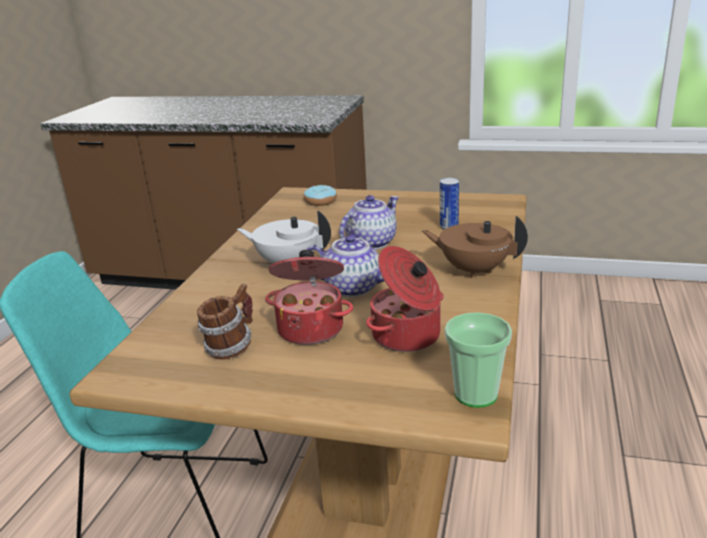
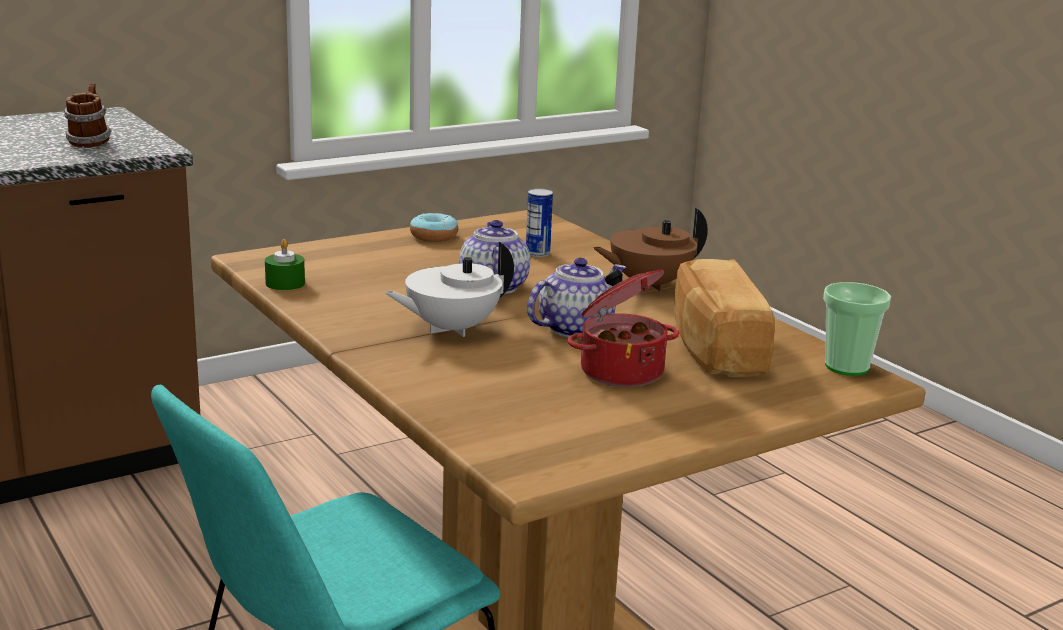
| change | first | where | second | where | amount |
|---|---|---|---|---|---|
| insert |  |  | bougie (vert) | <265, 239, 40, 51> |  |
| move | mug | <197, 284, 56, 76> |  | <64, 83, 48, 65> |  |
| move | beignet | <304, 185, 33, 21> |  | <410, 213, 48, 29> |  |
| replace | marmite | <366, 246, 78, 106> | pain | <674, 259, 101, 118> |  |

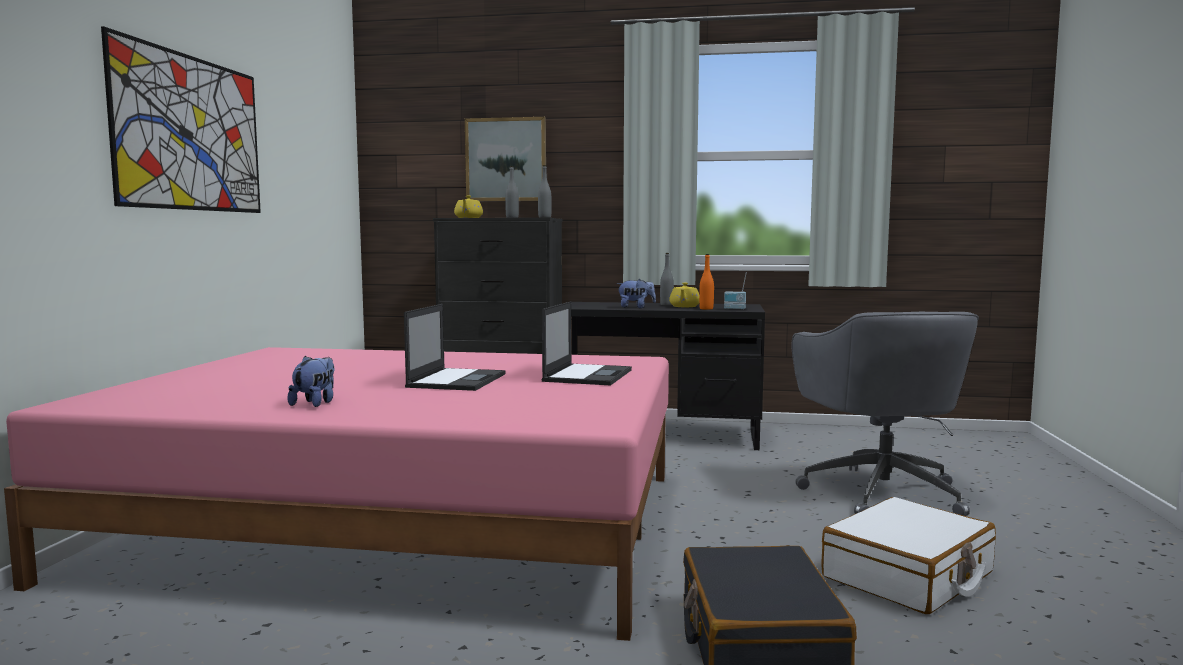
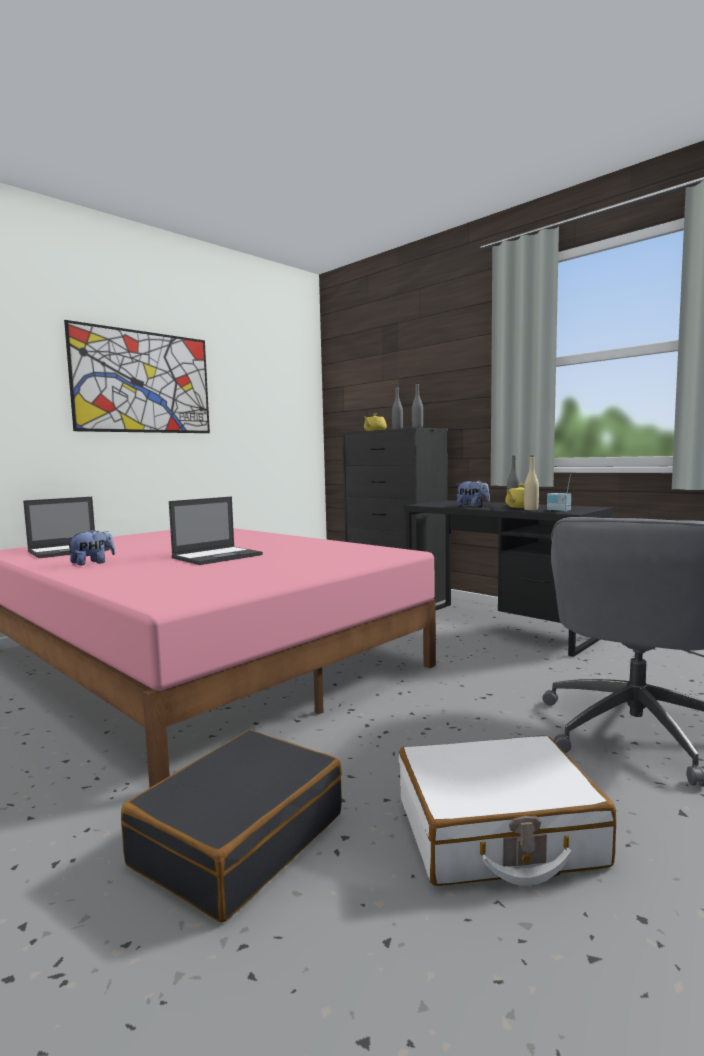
| change | first | where | second | where | amount |
|---|---|---|---|---|---|
| delete | tableau | <465, 117, 81, 84> |  |  |  |
| move | ordinateur portable | <542, 301, 90, 84> |  | <23, 497, 87, 61> |  |
| recolor | bouteille (orange) | <699, 254, 15, 56> | bouteille (beige) | <524, 456, 15, 54> |  |

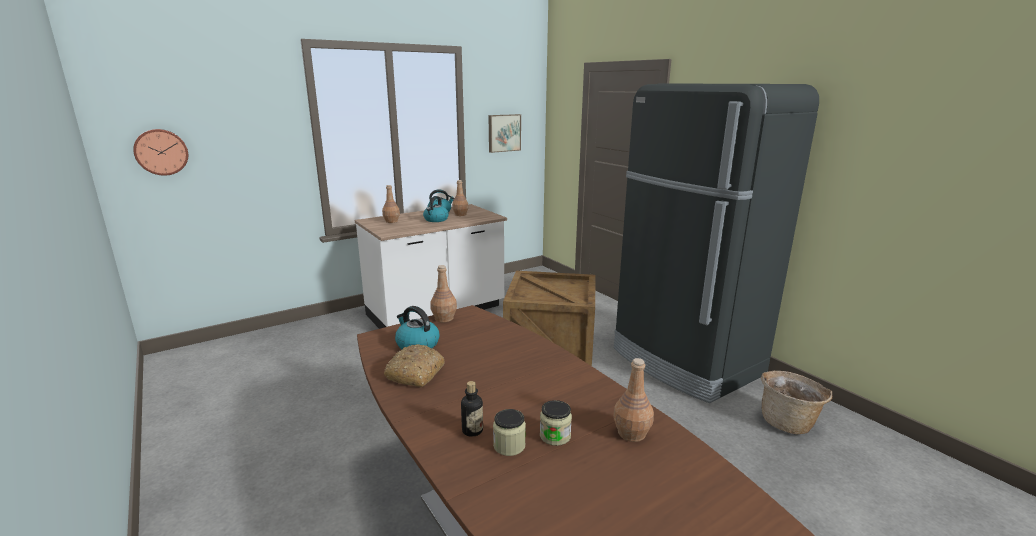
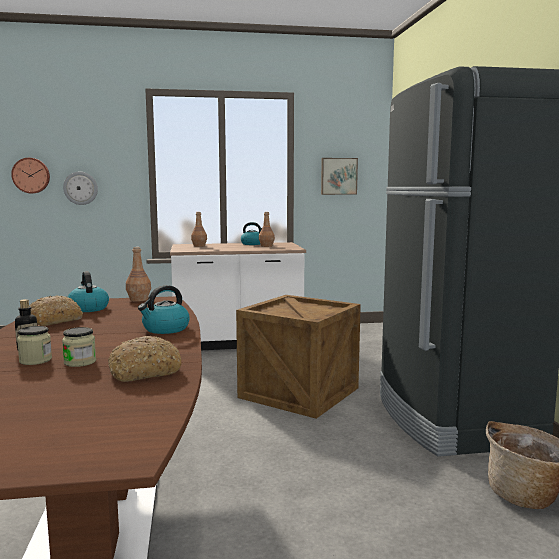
| change | first | where | second | where | amount |
|---|---|---|---|---|---|
| insert |  |  | horloge murale | <63, 172, 35, 33> |  |
| move | bouilloire | <423, 196, 26, 26> |  | <138, 285, 52, 49> |  |
| replace | bouteille (marron) | <613, 358, 41, 84> | pain | <108, 336, 74, 46> |  |

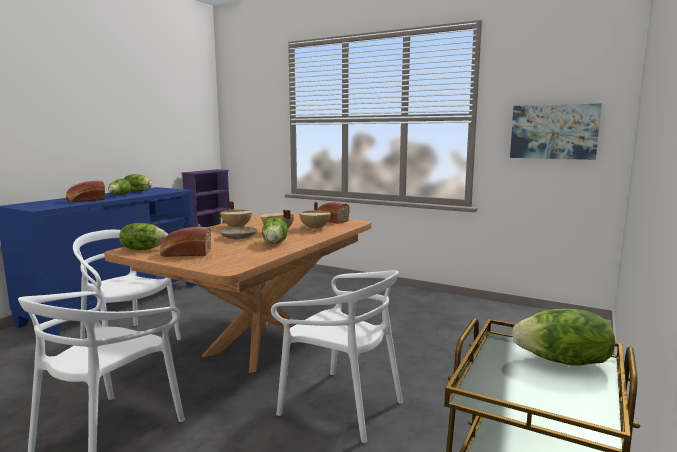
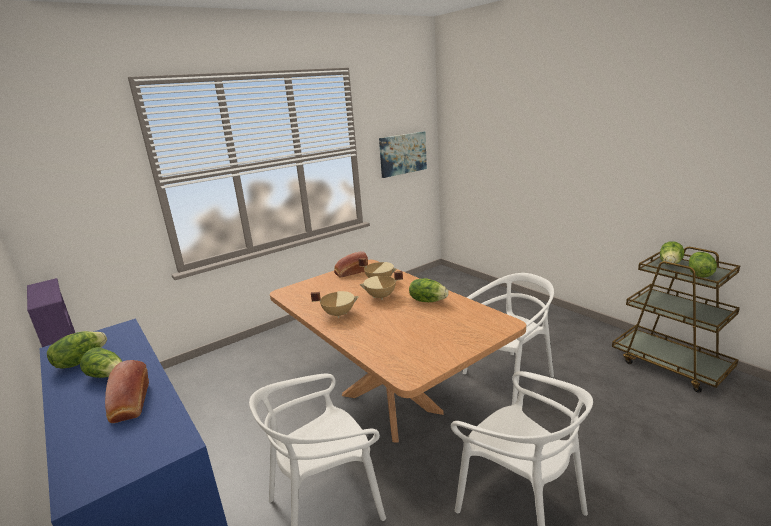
| change | first | where | second | where | amount |
|---|---|---|---|---|---|
| delete | pain | <160, 227, 51, 30> |  |  |  |
| delete | assiette (beige) | <220, 227, 37, 12> |  |  |  |
| move | laitue | <119, 223, 49, 27> |  | <689, 252, 28, 26> |  |

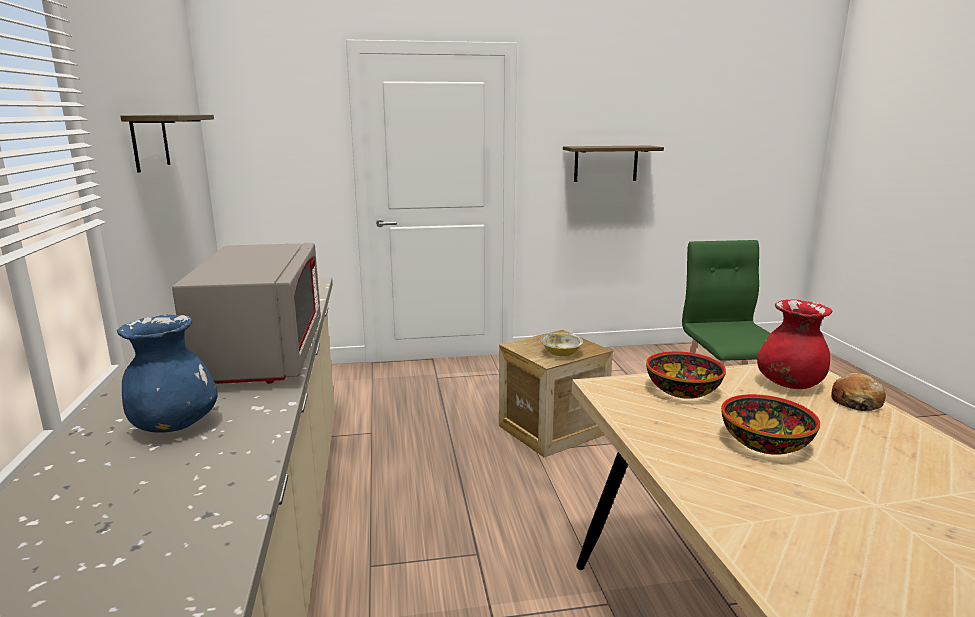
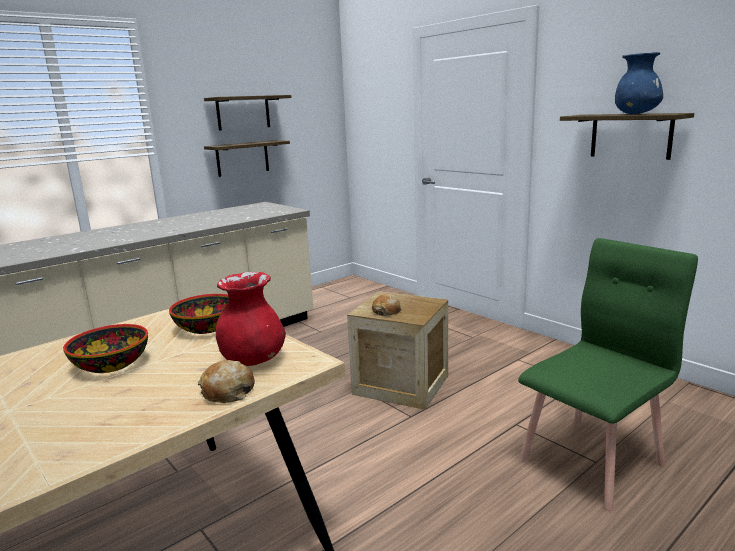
| change | first | where | second | where | amount |
|---|---|---|---|---|---|
| delete | micro-ondes (gris) | <172, 243, 149, 141> |  |  |  |
| insert |  |  | étagère | <204, 140, 86, 37> |  |
| move | vase (bleu) | <117, 315, 101, 118> |  | <615, 52, 48, 62> |  |
| replace | bol | <541, 332, 42, 24> | pain | <372, 294, 30, 22> |  |

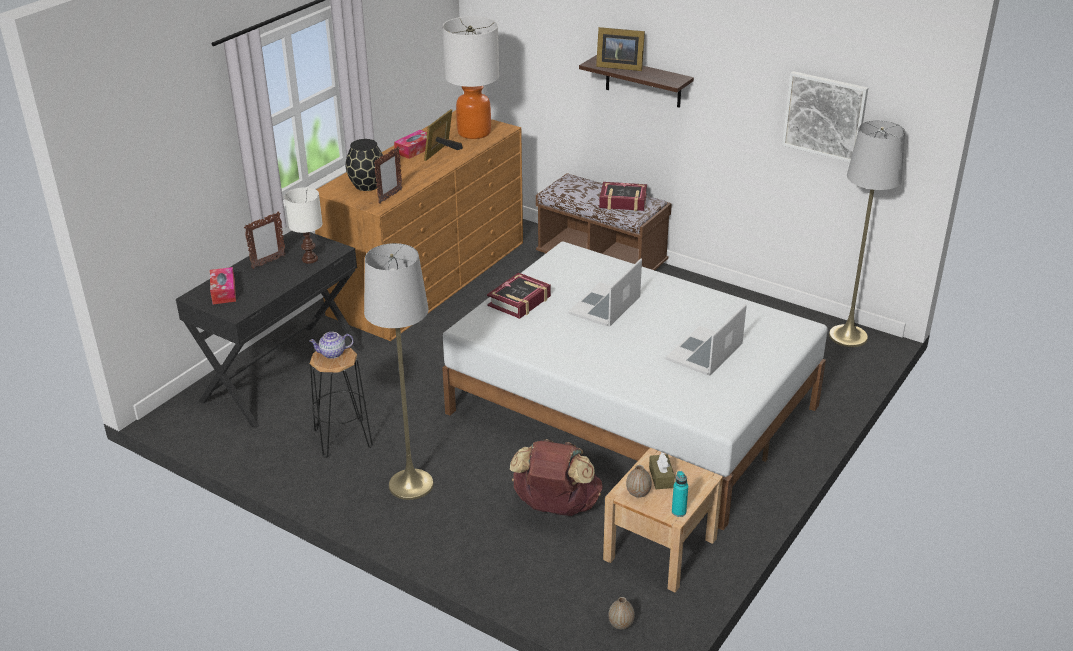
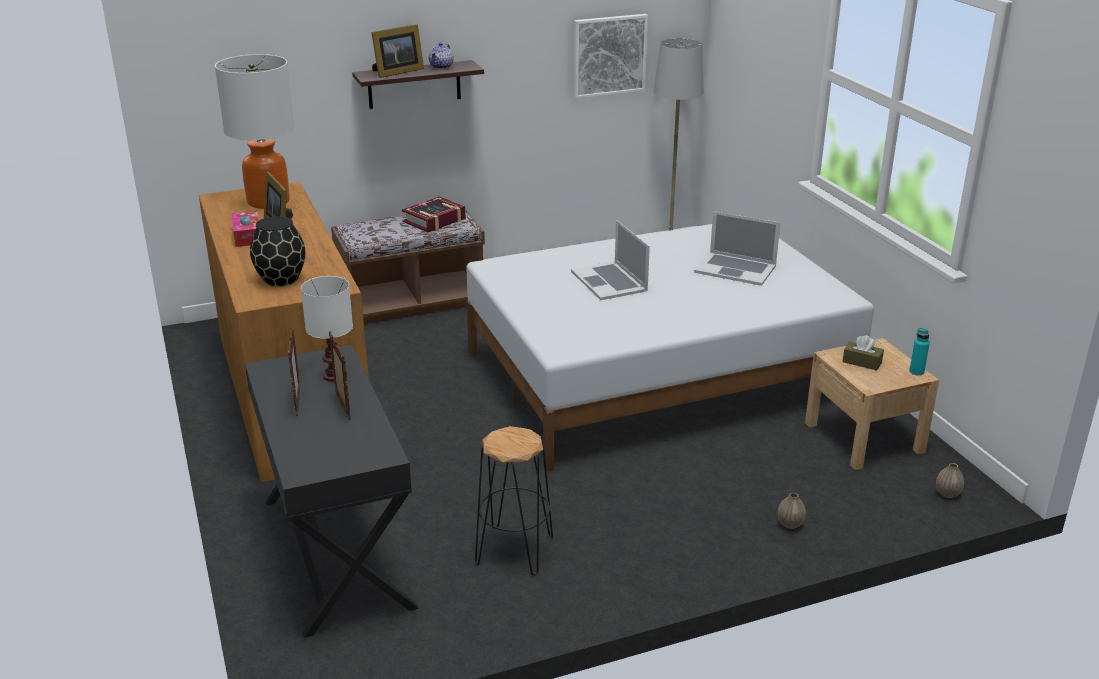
| change | first | where | second | where | amount |
|---|---|---|---|---|---|
| delete | boîte à mouchoirs | <210, 267, 26, 37> |  |  |  |
| delete | lampadaire (gris) | <364, 243, 70, 257> |  |  |  |
| delete | livre | <487, 273, 64, 46> |  |  |  |
| delete | sac à dos (marron) | <510, 439, 93, 77> |  |  |  |
| move | théière | <309, 332, 45, 27> |  | <429, 43, 24, 26> |  |
| move | cadre photo | <374, 146, 28, 58> |  | <329, 331, 22, 89> |  |
| move | vase | <626, 465, 26, 33> |  | <778, 493, 28, 36> |  |
| rotate | ordinateur portable | <666, 304, 81, 72> |  | <694, 211, 86, 75> | 45 degrees counterclockwise |

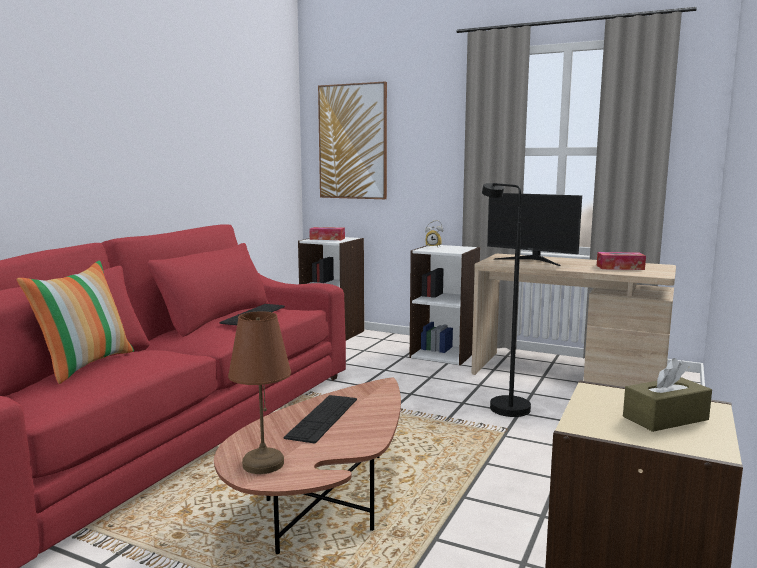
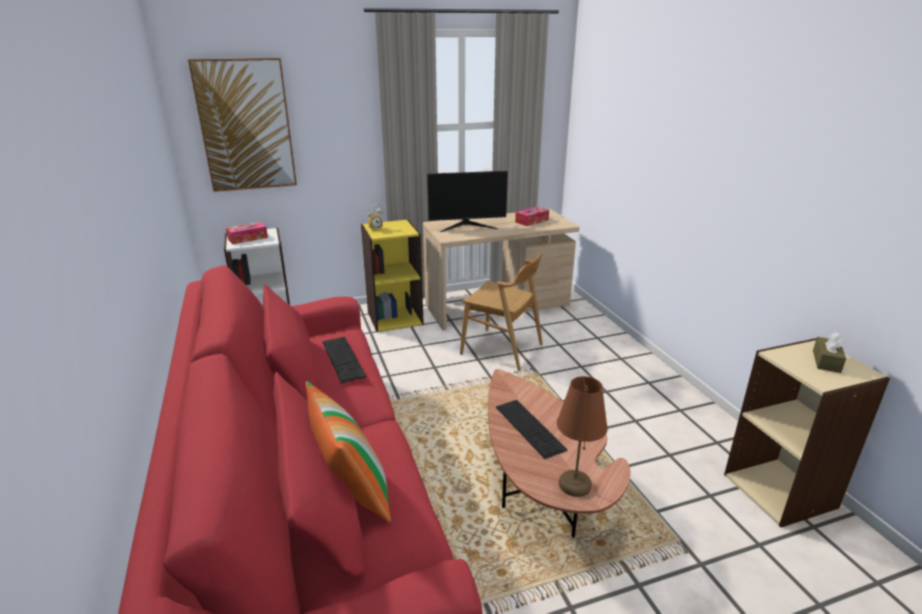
| change | first | where | second | where | amount |
|---|---|---|---|---|---|
| replace | lampadaire (noir) | <482, 183, 49, 234> | chaise (marron) | <460, 253, 83, 118> |  |
| recolor | bibliothèque (blanc) | <410, 245, 70, 120> | bibliothèque (jaune) | <361, 219, 63, 113> |  |

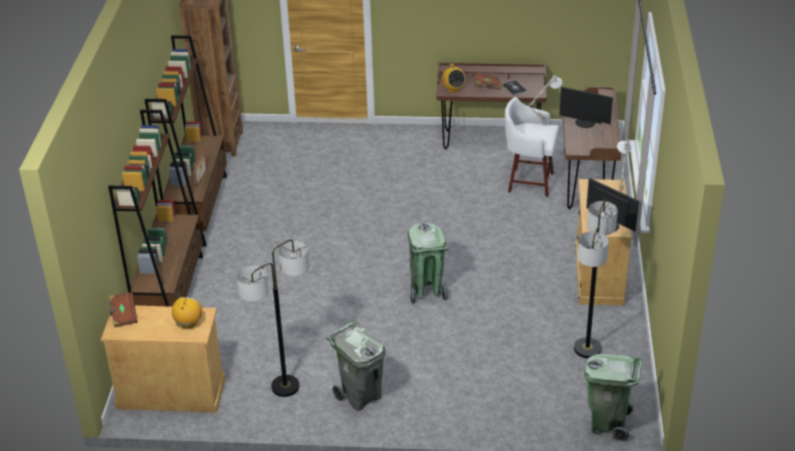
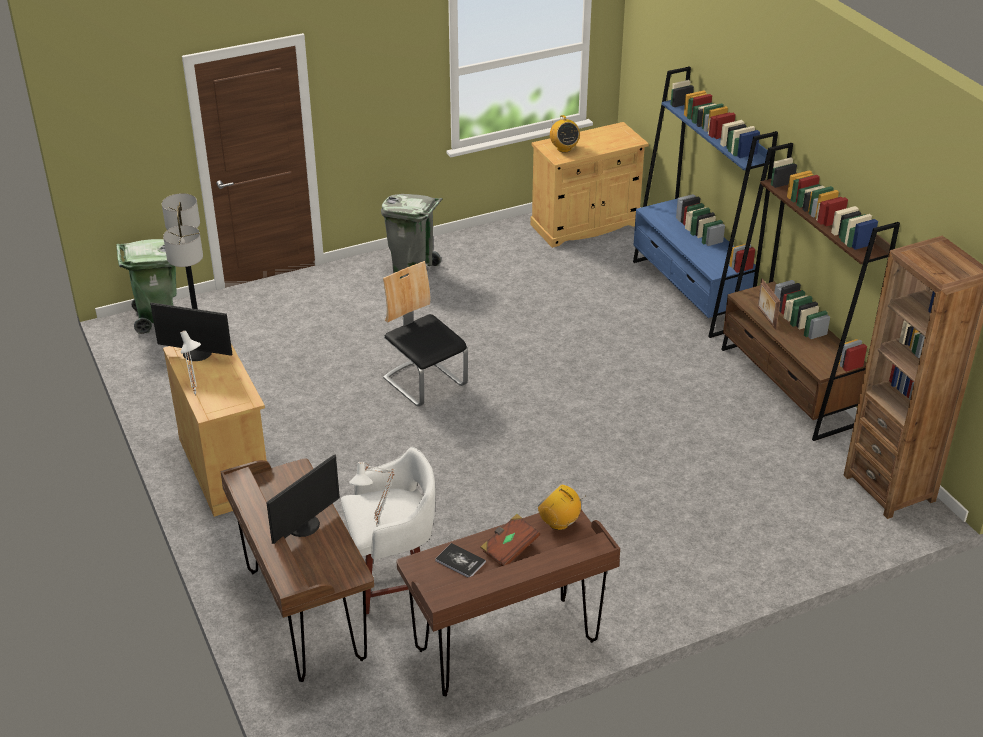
| change | first | where | second | where | amount |
|---|---|---|---|---|---|
| delete | livre (marron) | <109, 292, 29, 35> |  |  |  |
| delete | lampadaire | <237, 240, 73, 157> |  |  |  |
| replace | poubelle (vert) | <408, 223, 41, 81> | chaise | <383, 261, 85, 146> |  |
| recolor | bibliothèque (marron) | <108, 110, 95, 197> | bibliothèque (bleu) | <633, 66, 145, 272> |  |
| rotate | écran d'ordinateur | <559, 87, 54, 41> |  | <267, 455, 73, 89> | 135 degrees clockwise |

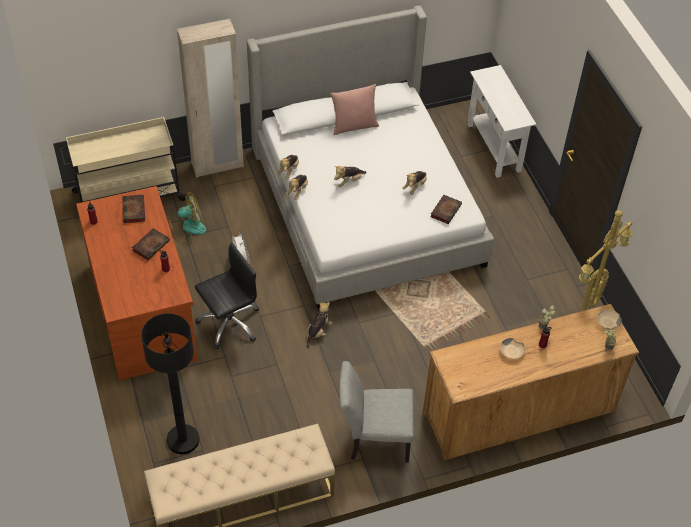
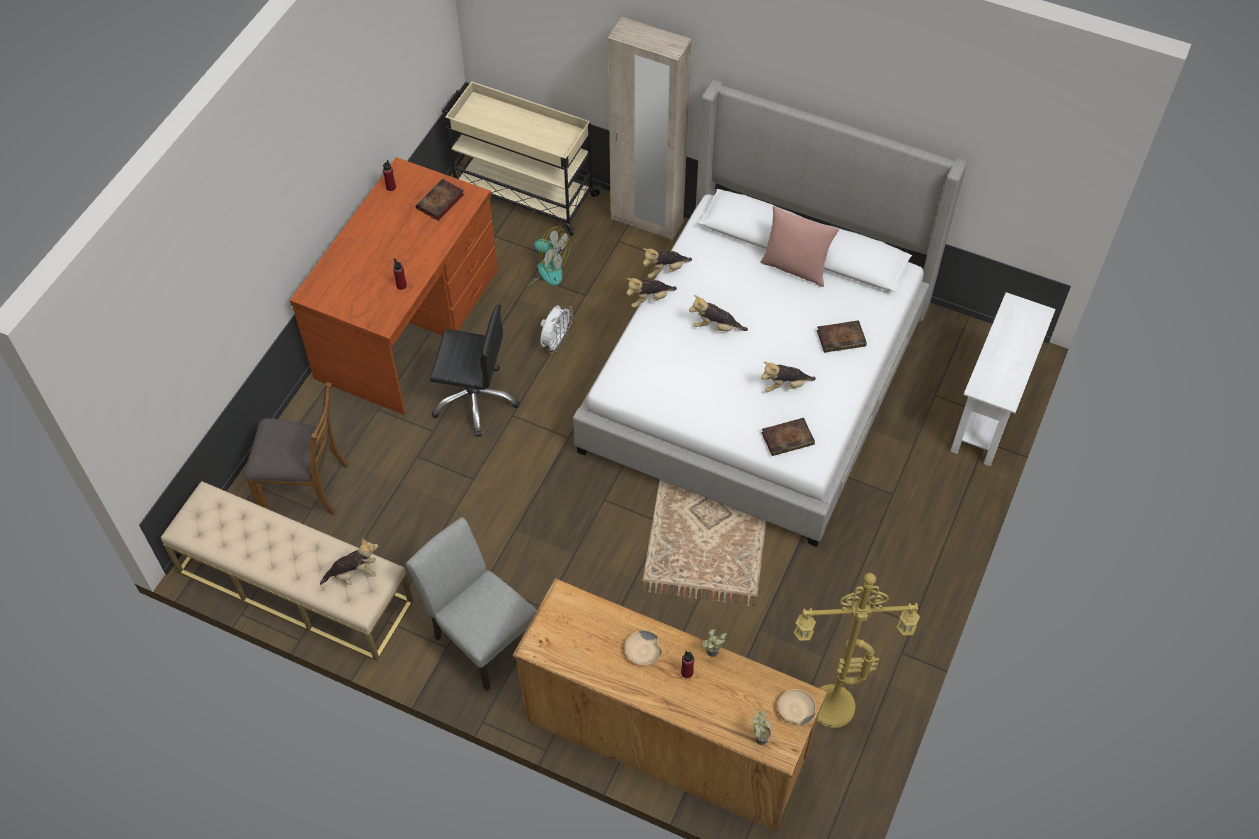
| change | first | where | second | where | amount |
|---|---|---|---|---|---|
| move | livre | <132, 228, 38, 32> |  | <817, 320, 50, 33> |  |
| move | peluche | <307, 302, 25, 46> |  | <320, 538, 58, 47> |  |
| replace | lampadaire (noir) | <141, 313, 58, 141> | chaise (marron) | <244, 382, 105, 133> |  |

